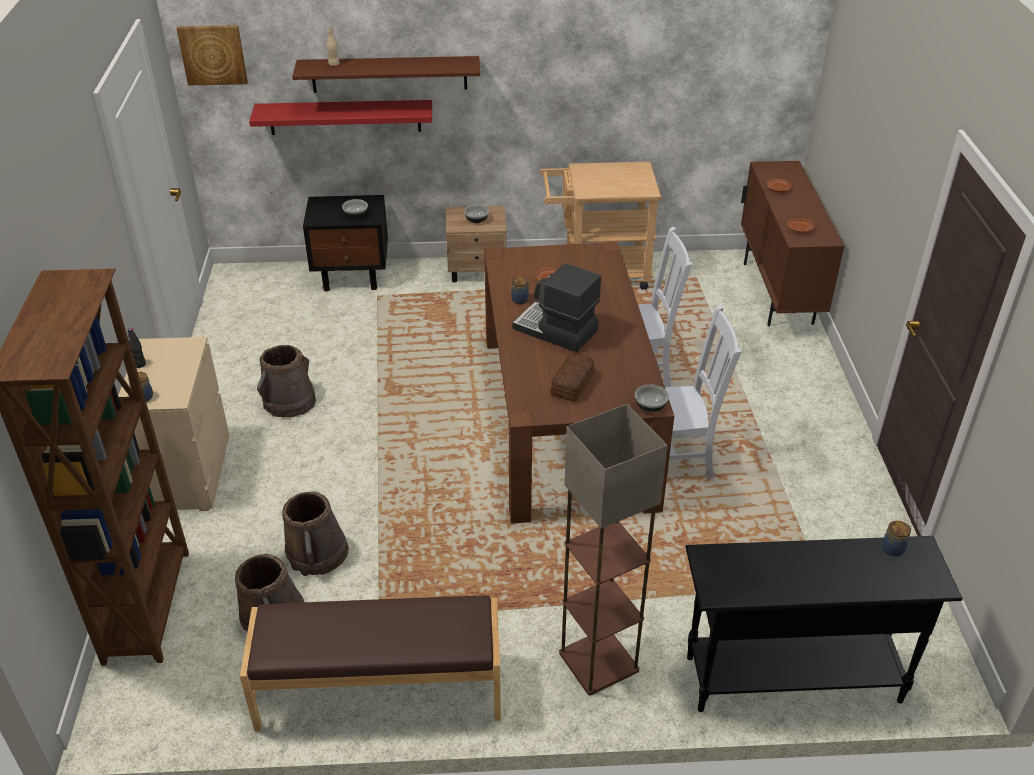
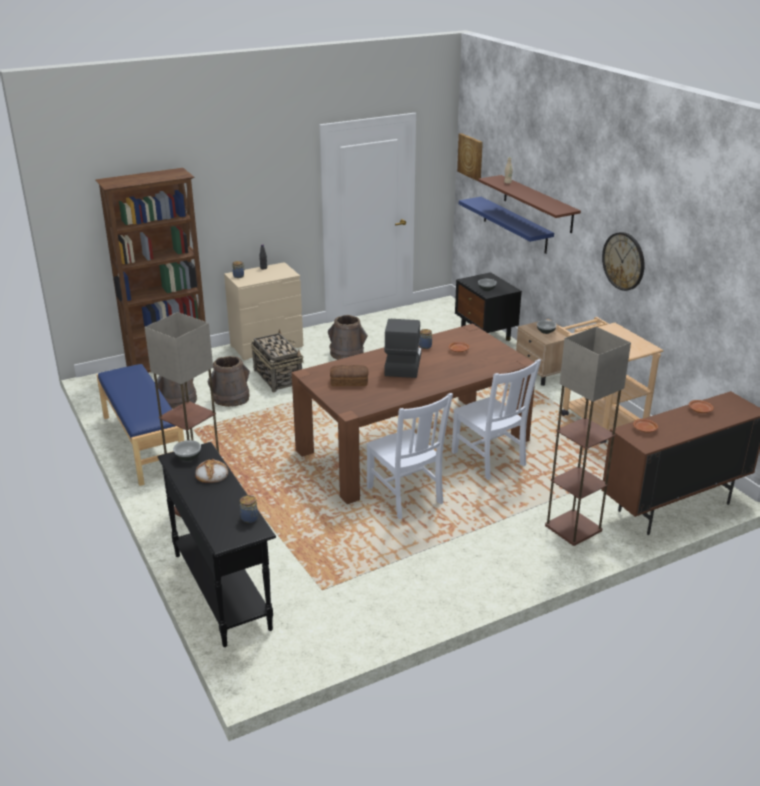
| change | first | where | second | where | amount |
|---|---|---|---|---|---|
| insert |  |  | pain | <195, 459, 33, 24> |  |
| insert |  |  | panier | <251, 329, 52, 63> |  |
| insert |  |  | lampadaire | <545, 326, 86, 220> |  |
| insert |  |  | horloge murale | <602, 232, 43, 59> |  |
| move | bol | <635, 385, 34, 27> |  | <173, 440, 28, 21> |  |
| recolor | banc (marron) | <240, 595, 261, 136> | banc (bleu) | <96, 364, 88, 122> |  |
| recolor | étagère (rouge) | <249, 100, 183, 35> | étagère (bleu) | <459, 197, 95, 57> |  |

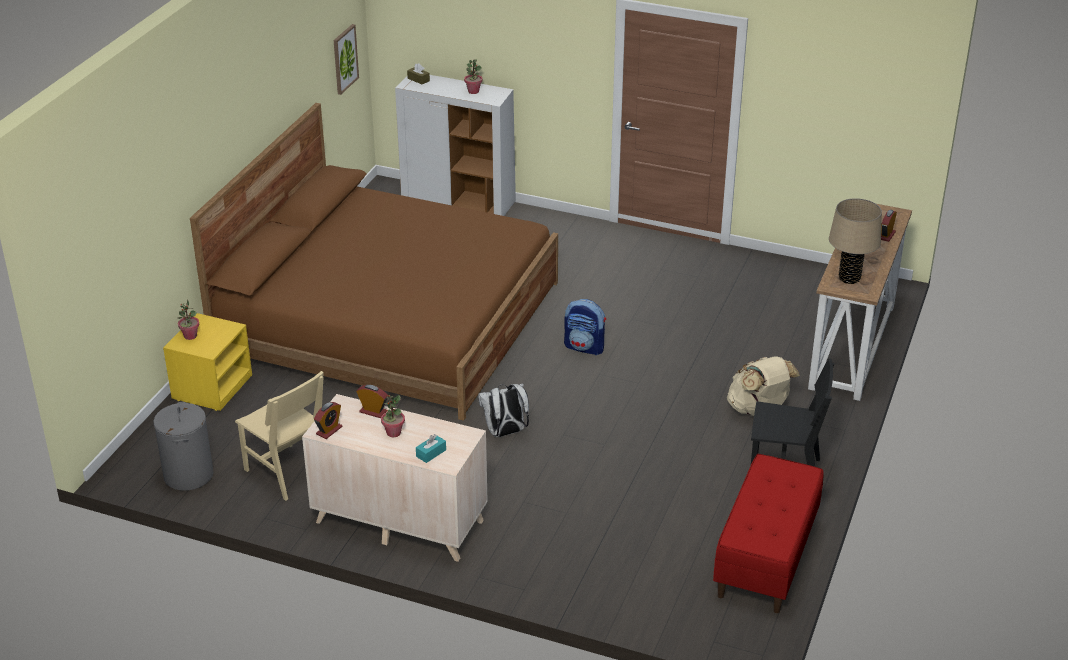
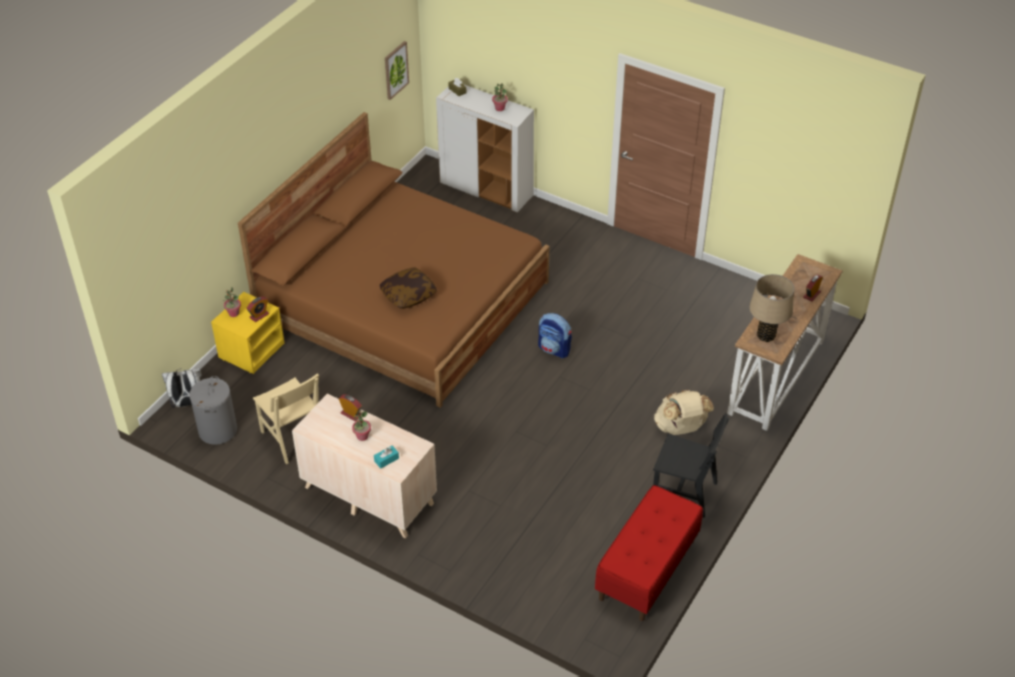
| change | first | where | second | where | amount |
|---|---|---|---|---|---|
| insert |  |  | coussin | <380, 267, 57, 42> |  |
| move | réveil | <314, 402, 28, 37> |  | <247, 297, 22, 25> |  |
| move | sac à dos (blanc) | <478, 384, 51, 53> |  | <162, 368, 40, 40> |  |

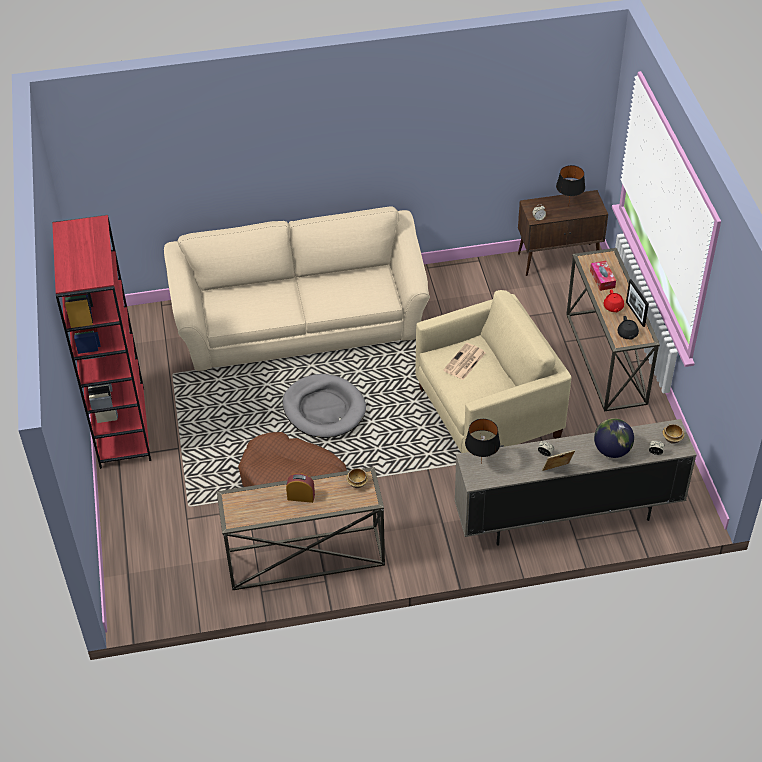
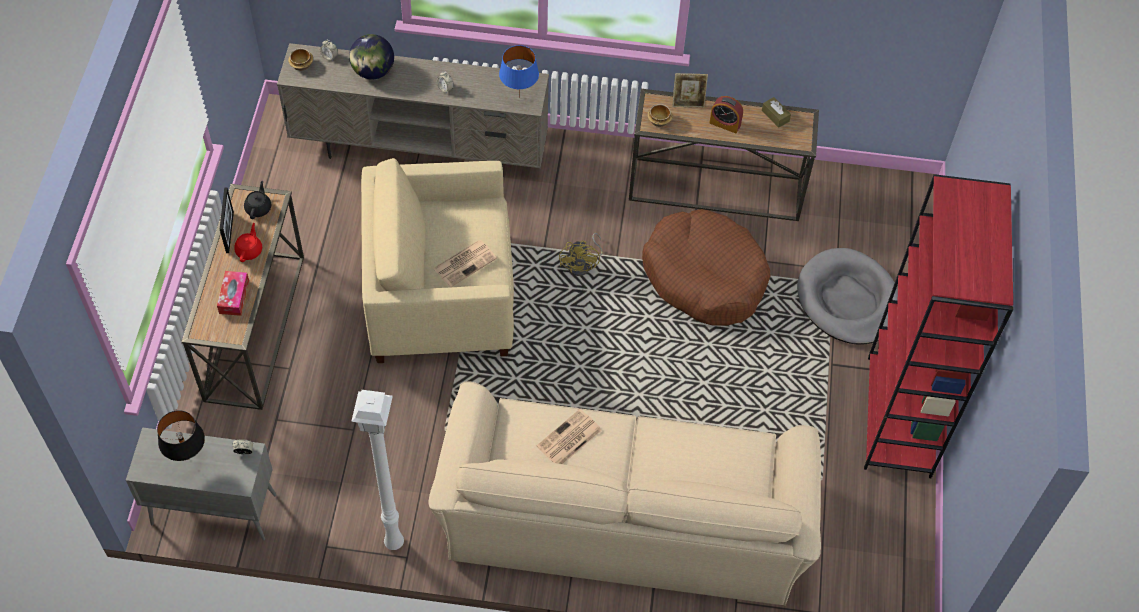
| change | first | where | second | where | amount |
|---|---|---|---|---|---|
| insert |  |  | lampadaire (blanc) | <351, 390, 53, 160> |  |
| insert |  |  | journal | <537, 409, 65, 55> |  |
| insert |  |  | ventilateur (jaune) | <559, 233, 44, 43> |  |
| insert |  |  | boîte à mouchoirs (marron) | <762, 97, 29, 31> |  |
| move | panier pour chien (gris) | <282, 374, 84, 64> |  | <797, 248, 101, 97> |  |
| move | cadre photo | <542, 450, 33, 21> |  | <672, 73, 36, 35> |  |
| recolor | lampe de table (noir) | <465, 419, 35, 45> | lampe de table (bleu) | <499, 45, 40, 44> |  |
| recolor | meuble de rangement (marron) | <518, 190, 90, 86> | meuble de rangement (gris) | <126, 427, 151, 113> |  |

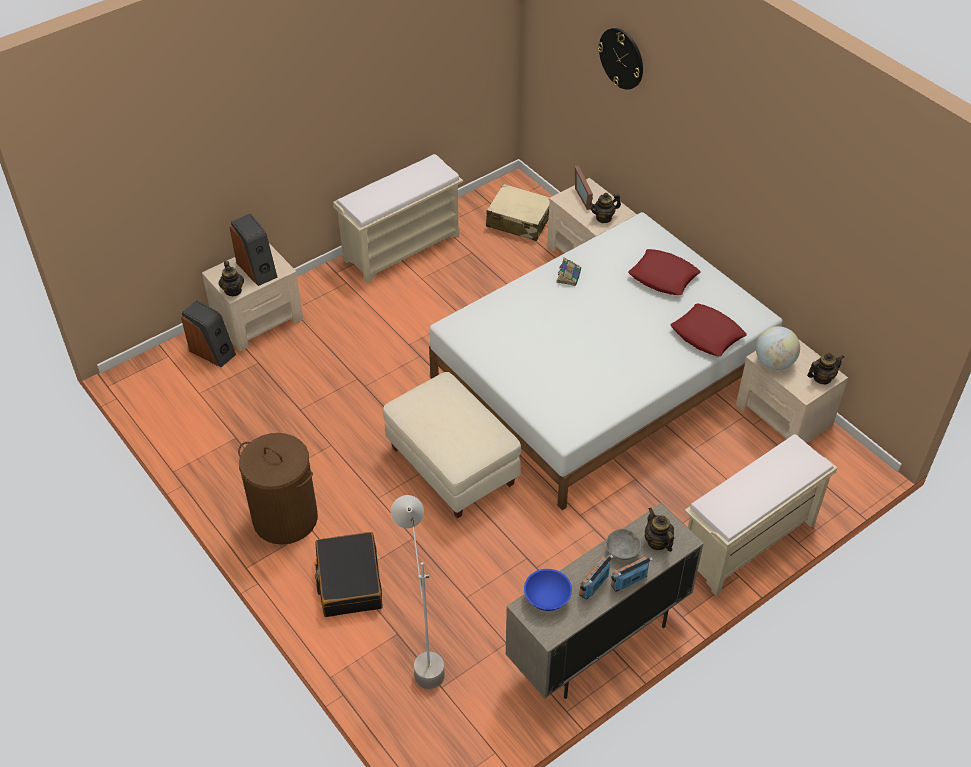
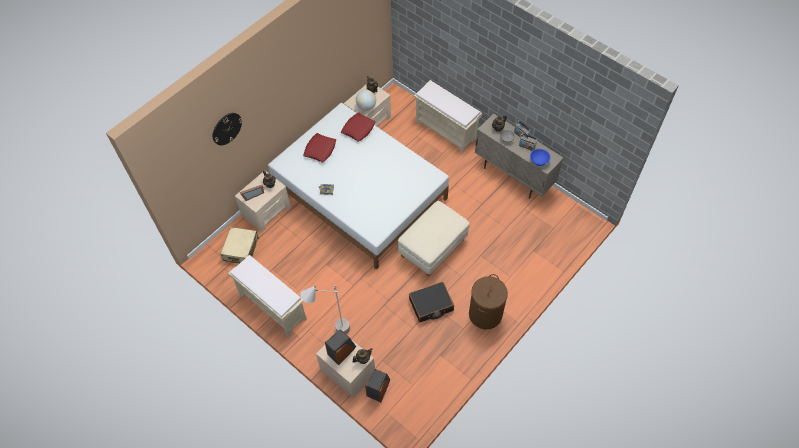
| change | first | where | second | where | amount |
|---|---|---|---|---|---|
| move | valise (noir) | <315, 532, 68, 85> |  | <409, 282, 45, 40> |  |
| move | lampadaire (gris) | <391, 495, 54, 194> |  | <300, 285, 50, 49> |  |

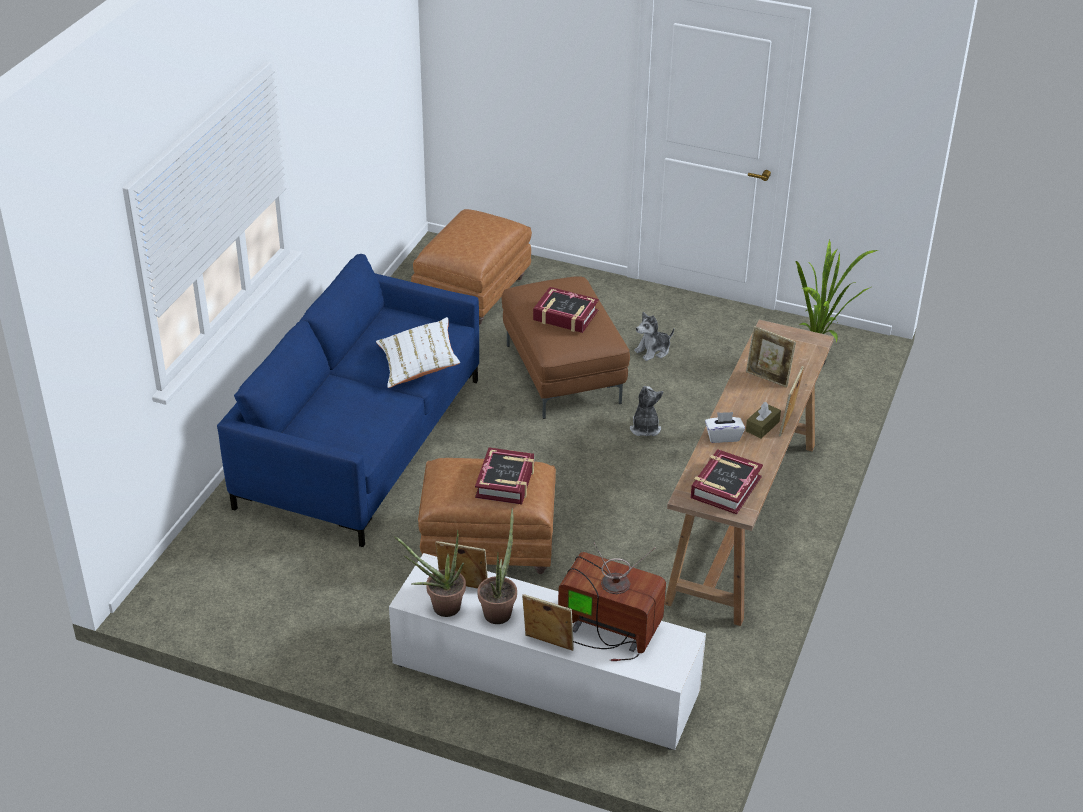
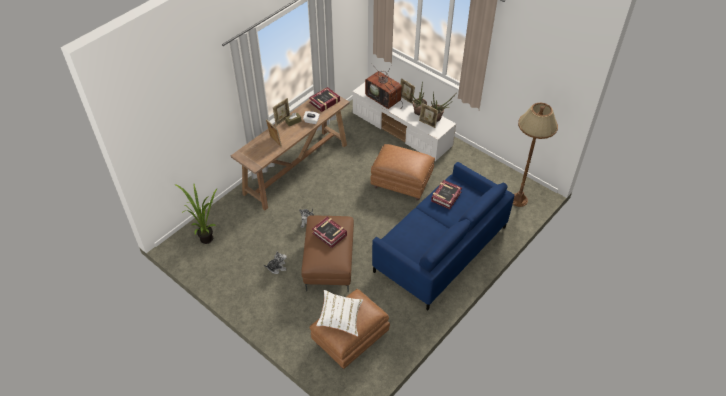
| change | first | where | second | where | amount |
|---|---|---|---|---|---|
| insert |  |  | lampadaire (marron) | <513, 103, 45, 104> |  |
| move | coussin (blanc) | <376, 317, 84, 71> |  | <316, 290, 47, 47> |  |
| move | livre | <475, 447, 59, 58> |  | <431, 180, 31, 29> |  |

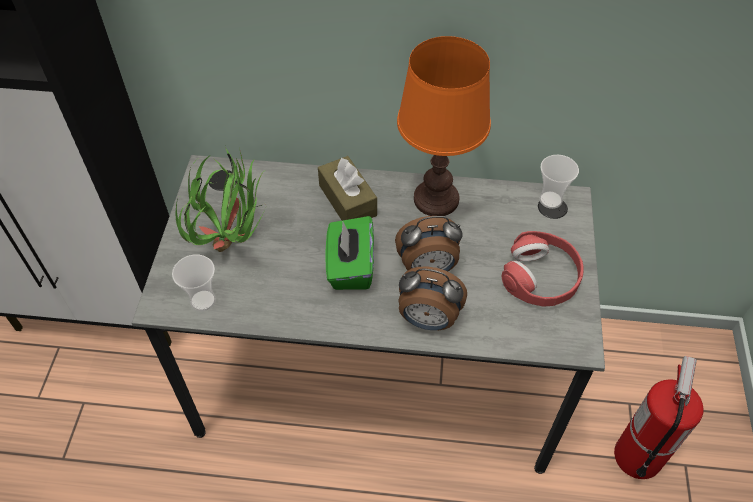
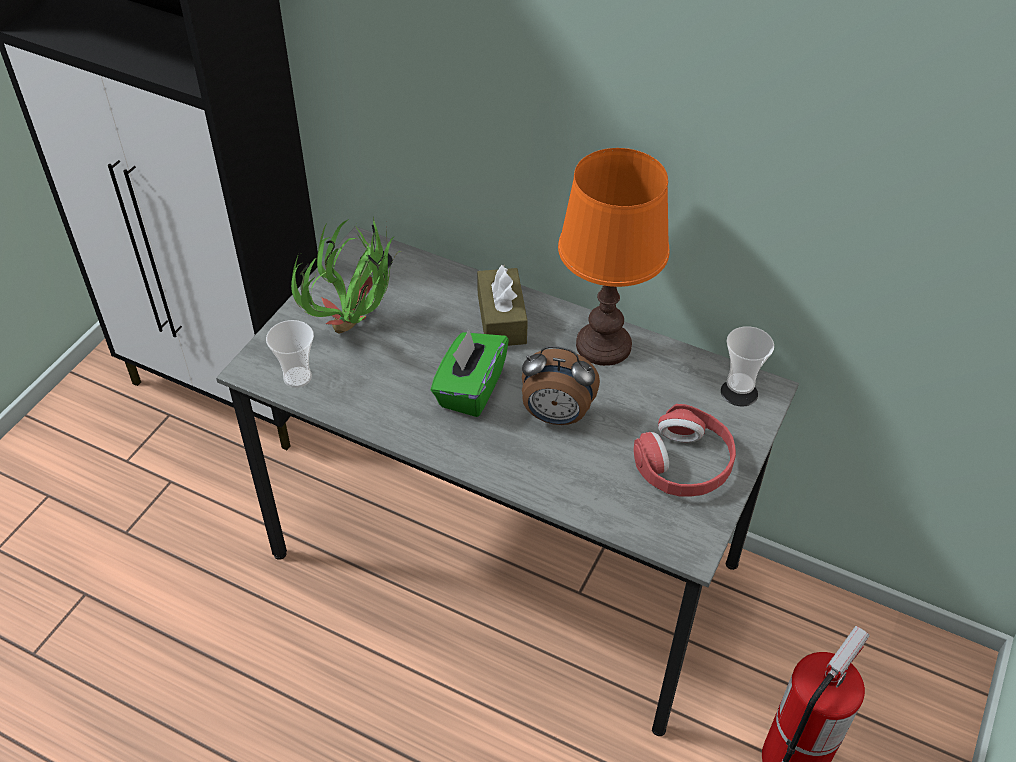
| change | first | where | second | where | amount |
|---|---|---|---|---|---|
| delete | réveil | <398, 267, 69, 63> |  |  |  |

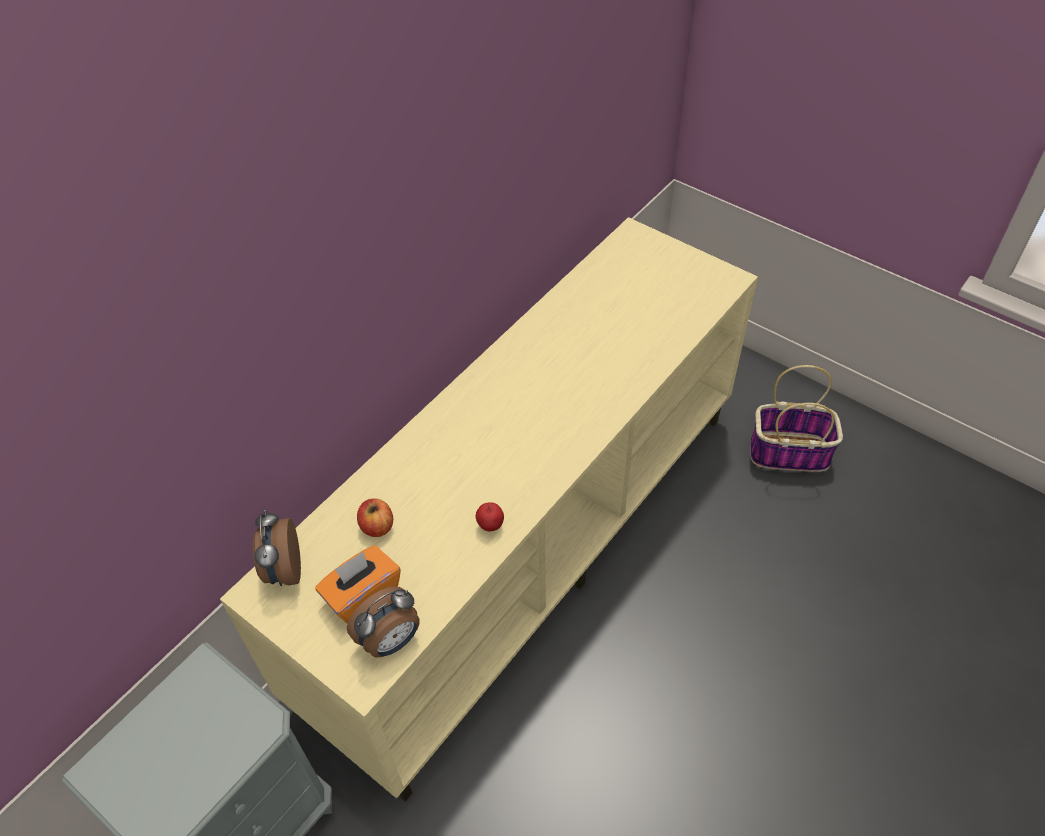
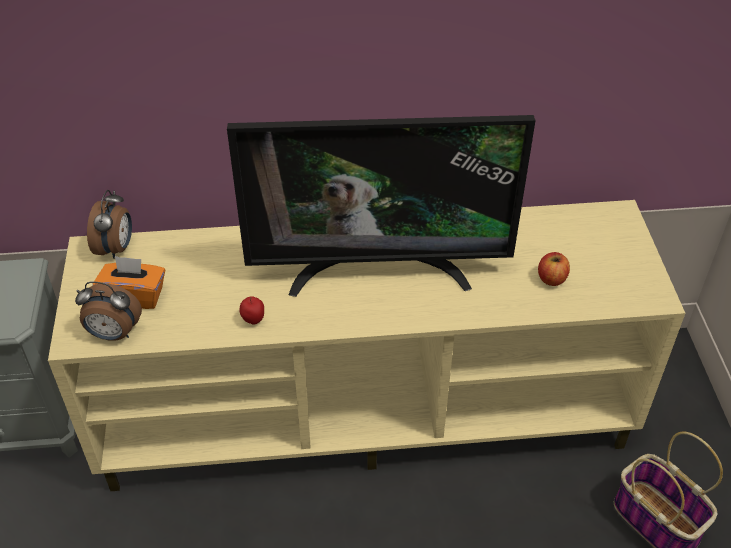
| change | first | where | second | where | amount |
|---|---|---|---|---|---|
| insert |  |  | téléviseur | <227, 115, 309, 182> |  |
| move | pomme | <357, 498, 36, 39> |  | <538, 252, 32, 34> |  |
| rotate | réveil | <253, 510, 48, 76> |  | <87, 190, 45, 69> | 150 degrees clockwise |

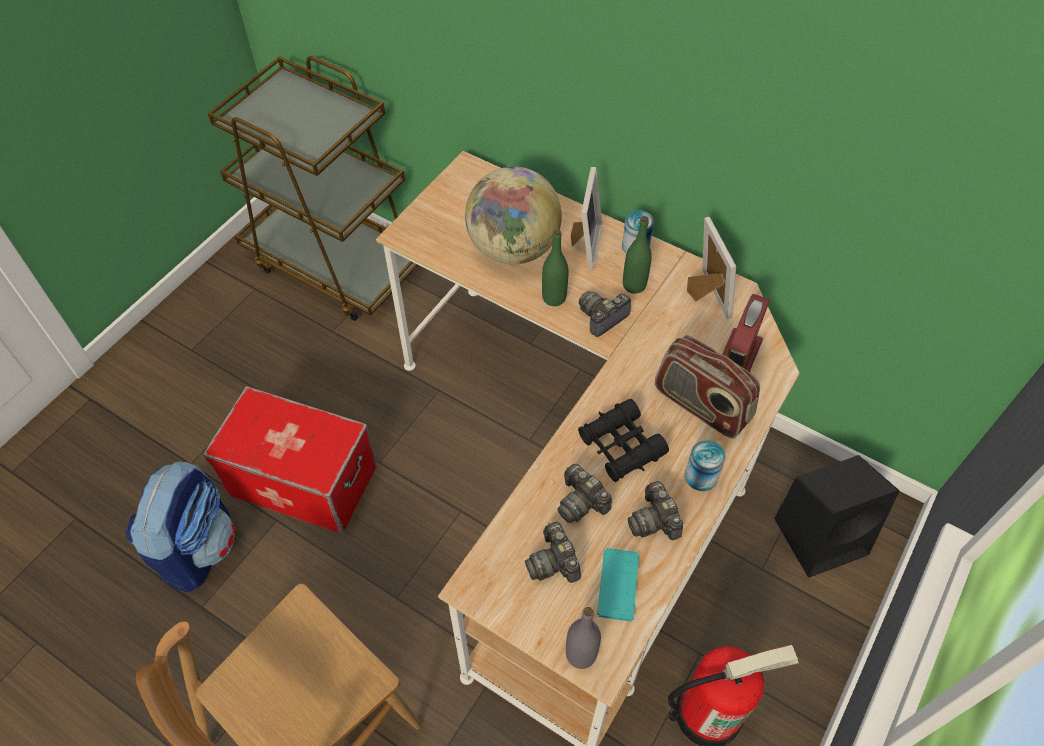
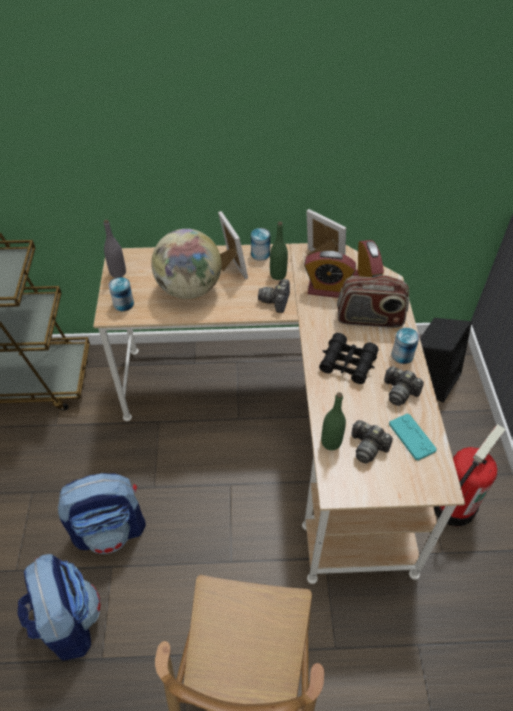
| change | first | where | second | where | amount |
|---|---|---|---|---|---|
| delete | appareil photo | <558, 464, 54, 59> |  |  |  |
| insert |  |  | boîte métallique | <109, 277, 25, 34> |  |
| insert |  |  | réveil | <304, 251, 52, 47> |  |
| move | bouteille (vert) | <542, 229, 26, 77> |  | <321, 392, 25, 58> |  |
| move | bouteille (gris) | <566, 607, 35, 62> |  | <104, 220, 22, 58> |  |
| replace | boîte de rangement | <203, 386, 174, 148> | sac à dos | <57, 473, 89, 81> |  |

